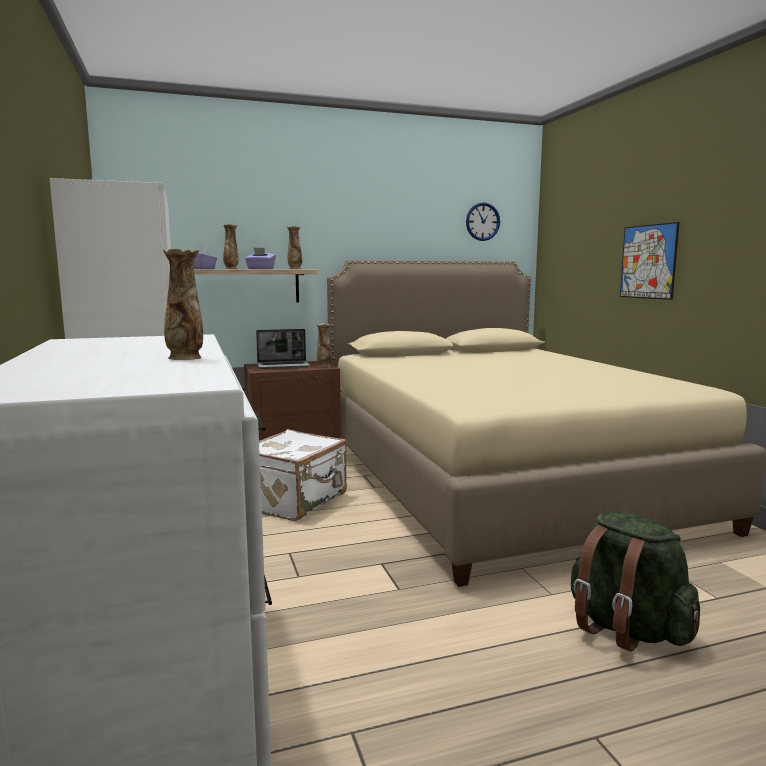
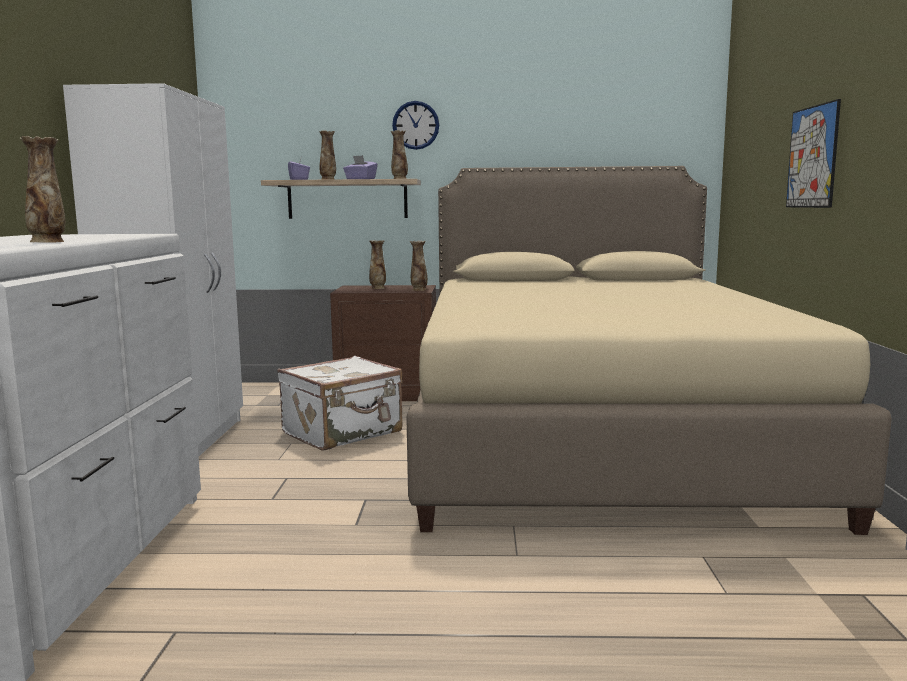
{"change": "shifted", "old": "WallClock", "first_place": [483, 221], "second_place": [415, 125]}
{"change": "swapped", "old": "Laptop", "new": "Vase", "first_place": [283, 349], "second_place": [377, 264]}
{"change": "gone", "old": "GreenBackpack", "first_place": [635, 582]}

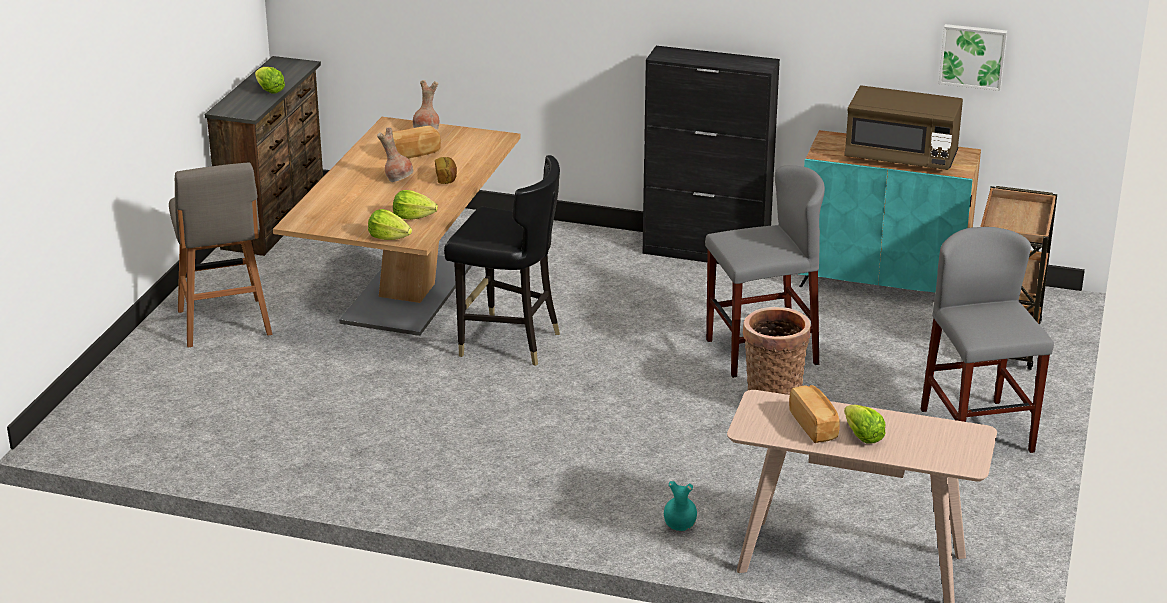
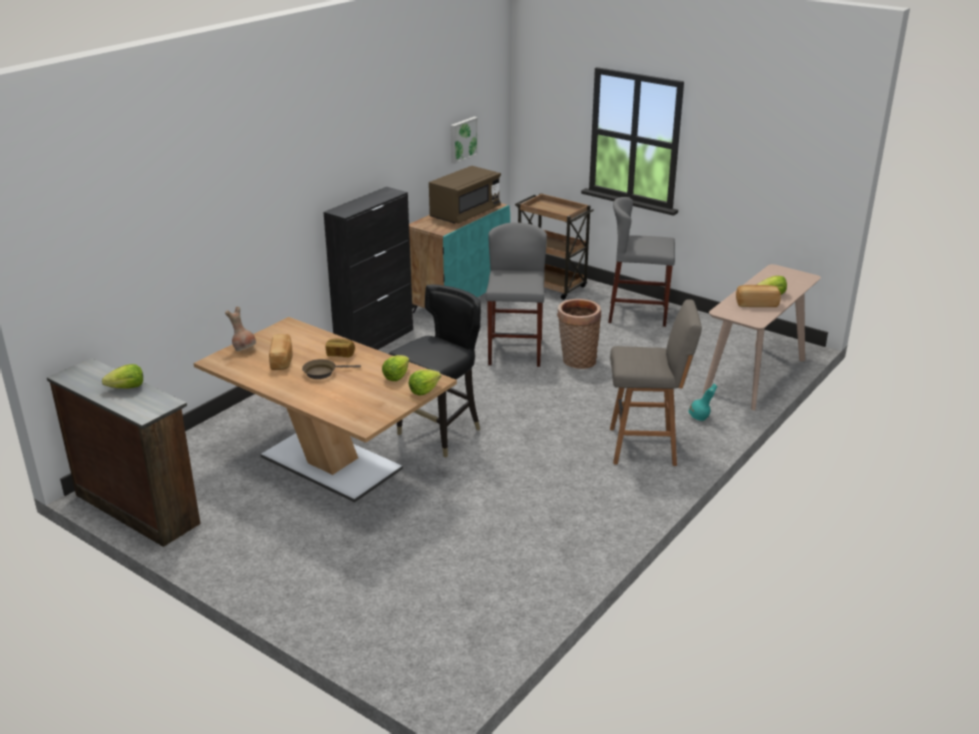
{"change": "swapped", "old": "BrownVase", "new": "BrownFryingPan", "first_place": [395, 154], "second_place": [331, 369]}
{"change": "shifted", "old": "GreyStool", "first_place": [220, 255], "second_place": [656, 382]}

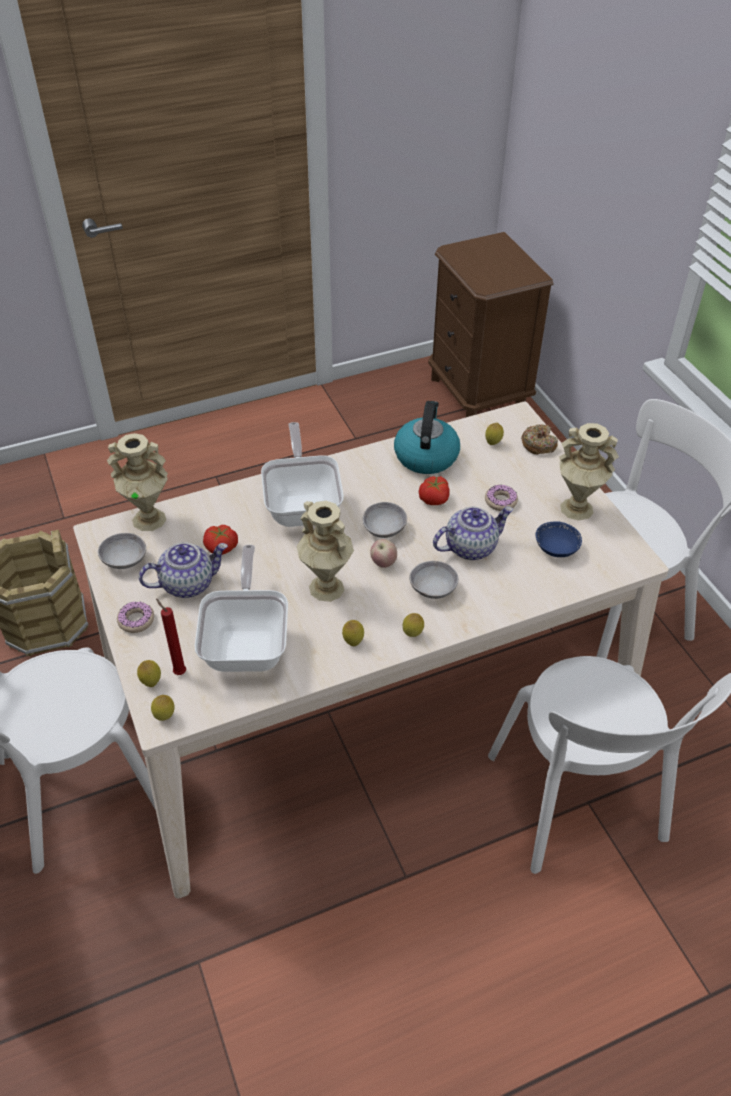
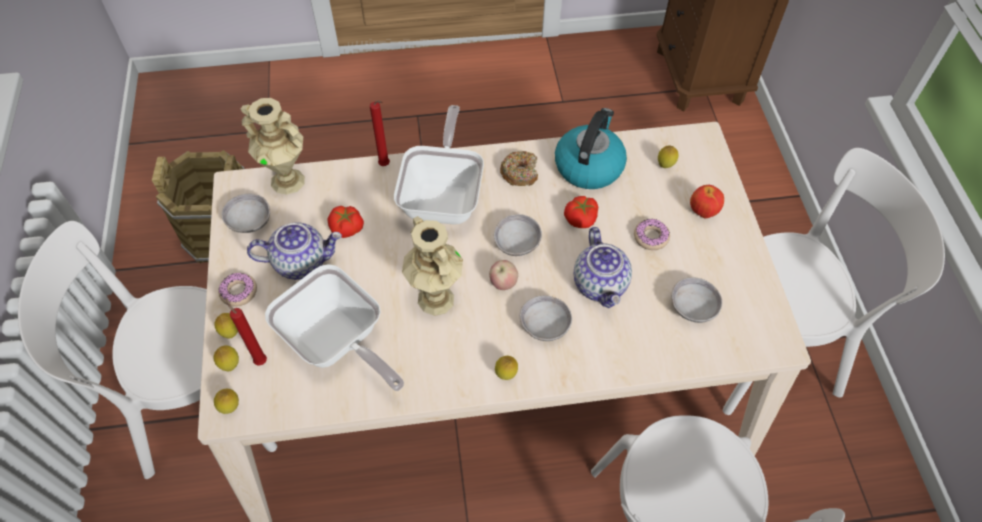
{"change": "gone", "old": "BeigeVase", "first_place": [589, 472]}
{"change": "shifted", "old": "Donut", "first_place": [539, 439], "second_place": [519, 168]}
{"change": "rotated", "old": "Teapot", "first_place": [473, 533], "second_place": [603, 267], "degrees": 90}
{"change": "repainted", "old": "BlueBowl", "new": "GreyBowl", "first_place": [559, 539], "second_place": [697, 300]}
{"change": "rotated", "old": "FryingPan", "first_place": [241, 608], "second_place": [334, 327], "degrees": 120}
{"change": "shifted", "old": "Lemon", "first_place": [353, 633], "second_place": [226, 326]}
{"change": "new", "new": "RedCandle", "second_place": [380, 133]}
{"change": "new", "new": "Apple", "second_place": [707, 202]}

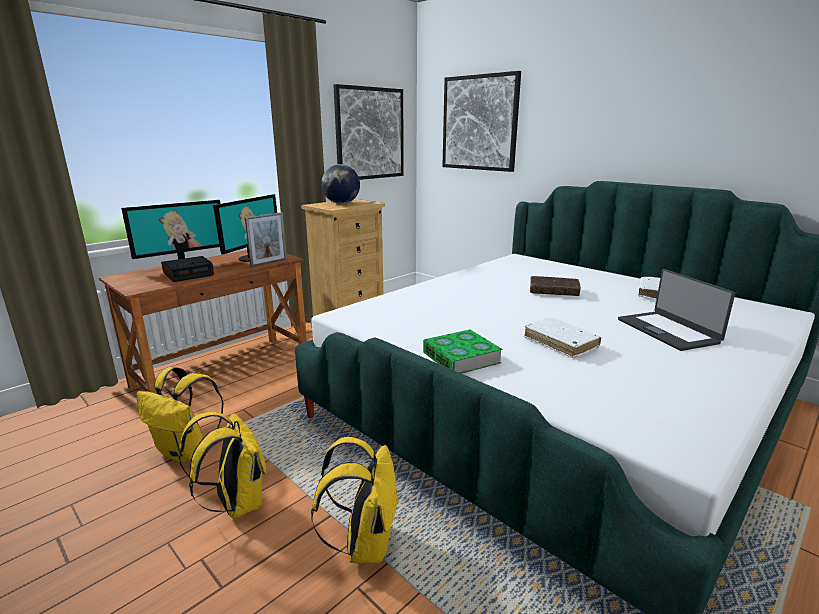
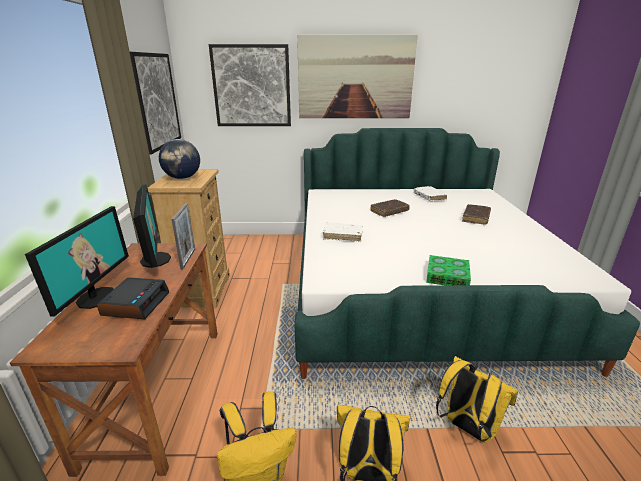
{"change": "swapped", "old": "Laptop", "new": "BrownBook", "first_place": [676, 310], "second_place": [476, 214]}
{"change": "shifted", "old": "WhiteBook", "first_place": [562, 337], "second_place": [343, 232]}
{"change": "new", "new": "Picture", "second_place": [357, 76]}

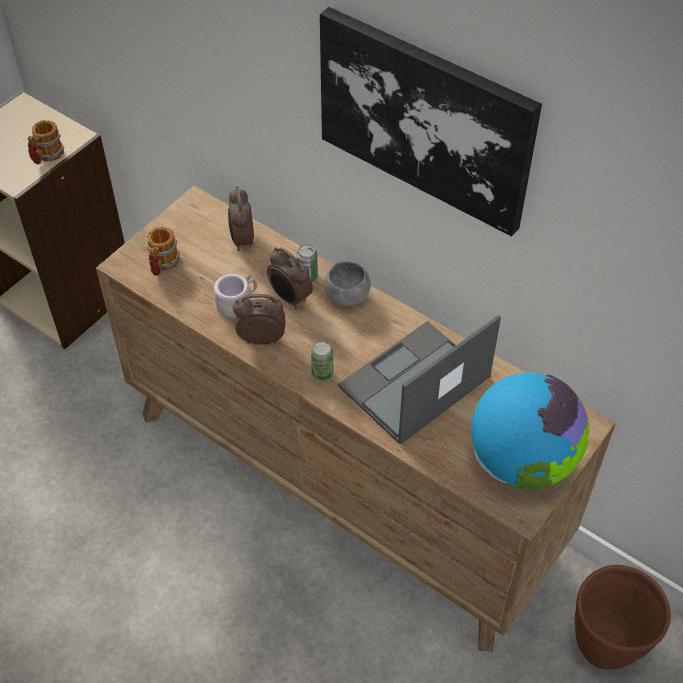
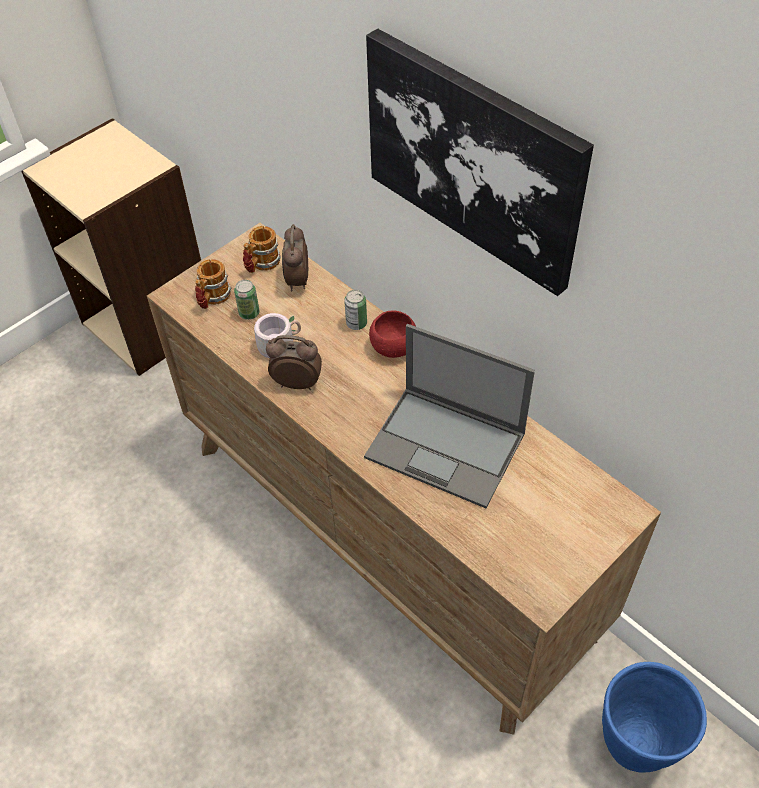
{"change": "shifted", "old": "Mug", "first_place": [46, 142], "second_place": [262, 249]}
{"change": "gone", "old": "AlarmClock", "first_place": [290, 278]}
{"change": "repainted", "old": "GreyBowl", "new": "RedBowl", "first_place": [347, 283], "second_place": [392, 334]}
{"change": "rotated", "old": "Laptop", "first_place": [419, 380], "second_place": [449, 416], "degrees": -120}
{"change": "shifted", "old": "Can", "first_place": [322, 361], "second_place": [247, 300]}
{"change": "gone", "old": "Globe", "first_place": [530, 431]}
{"change": "repainted", "old": "BrownPlanter", "new": "BluePlanter", "first_place": [623, 617], "second_place": [654, 717]}

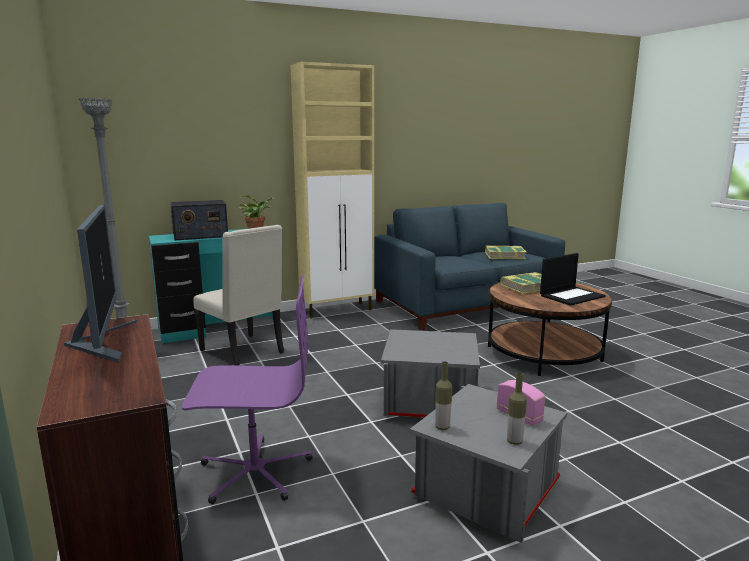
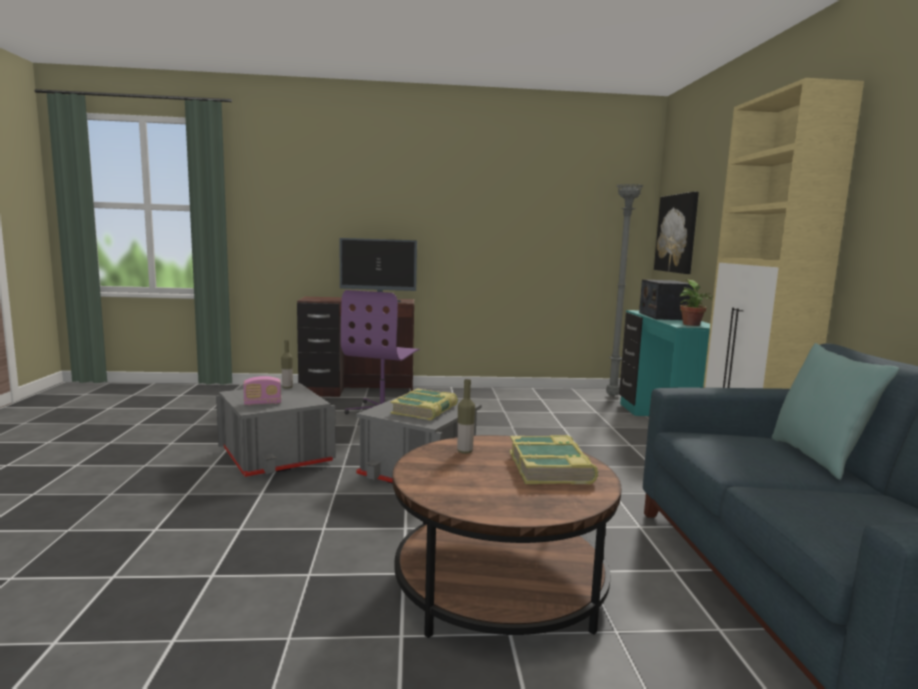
{"change": "gone", "old": "BeigeChair", "first_place": [238, 295]}
{"change": "shifted", "old": "Book", "first_place": [506, 252], "second_place": [424, 404]}
{"change": "gone", "old": "Laptop", "first_place": [573, 279]}
{"change": "shifted", "old": "Bottle", "first_place": [517, 409], "second_place": [466, 416]}
{"change": "new", "new": "Picture", "second_place": [676, 233]}
{"change": "new", "new": "TurquoisePillow", "second_place": [835, 411]}

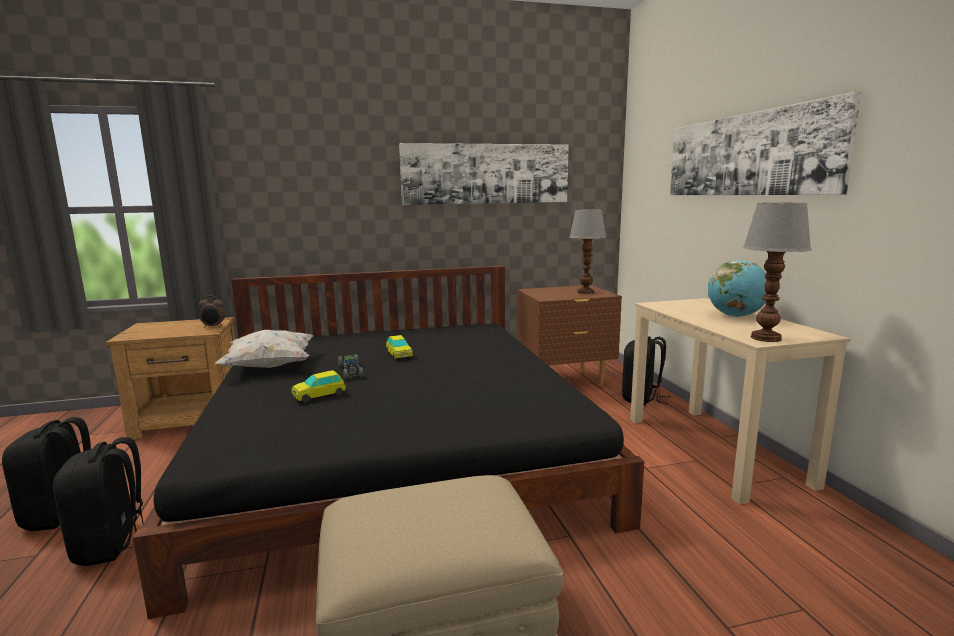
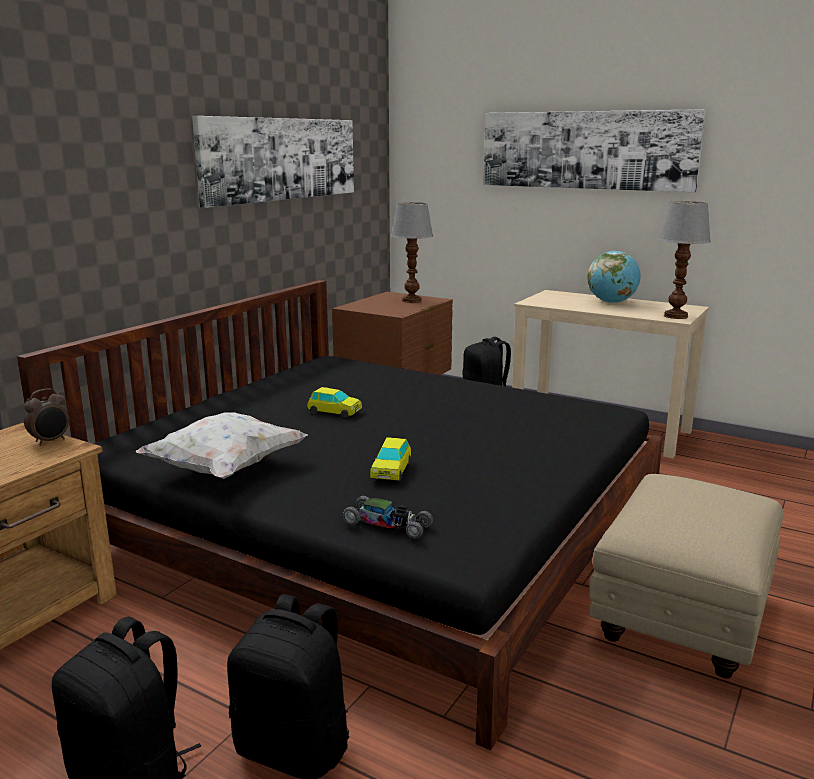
{"change": "shifted", "old": "ToyCar", "first_place": [350, 366], "second_place": [387, 517]}

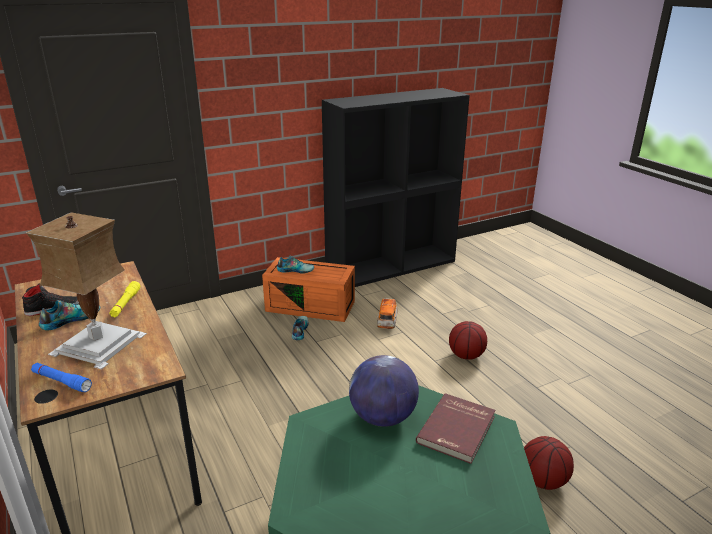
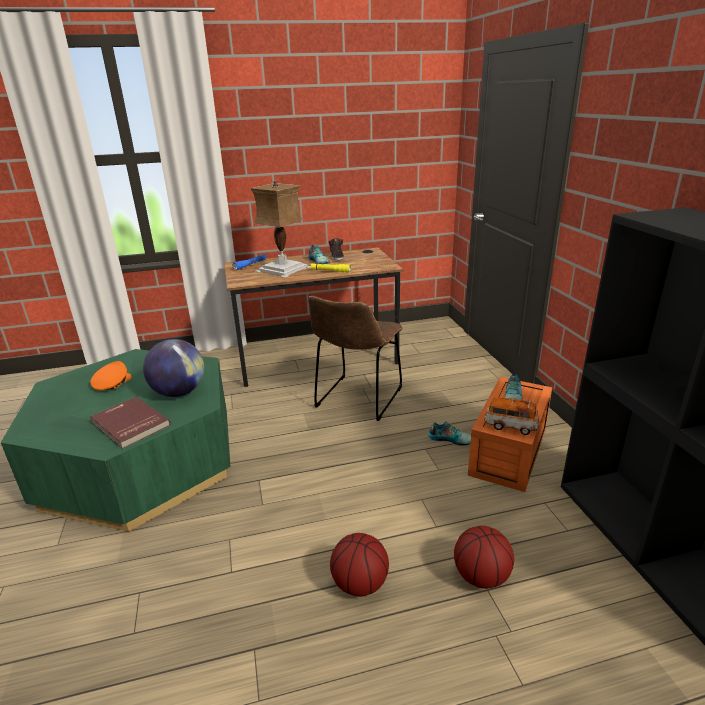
{"change": "shifted", "old": "ToyCar", "first_place": [387, 313], "second_place": [511, 416]}
{"change": "shifted", "old": "Basketball", "first_place": [549, 463], "second_place": [484, 557]}
{"change": "new", "new": "BrownChair", "second_place": [355, 358]}
{"change": "new", "new": "OrangeCap", "second_place": [111, 376]}

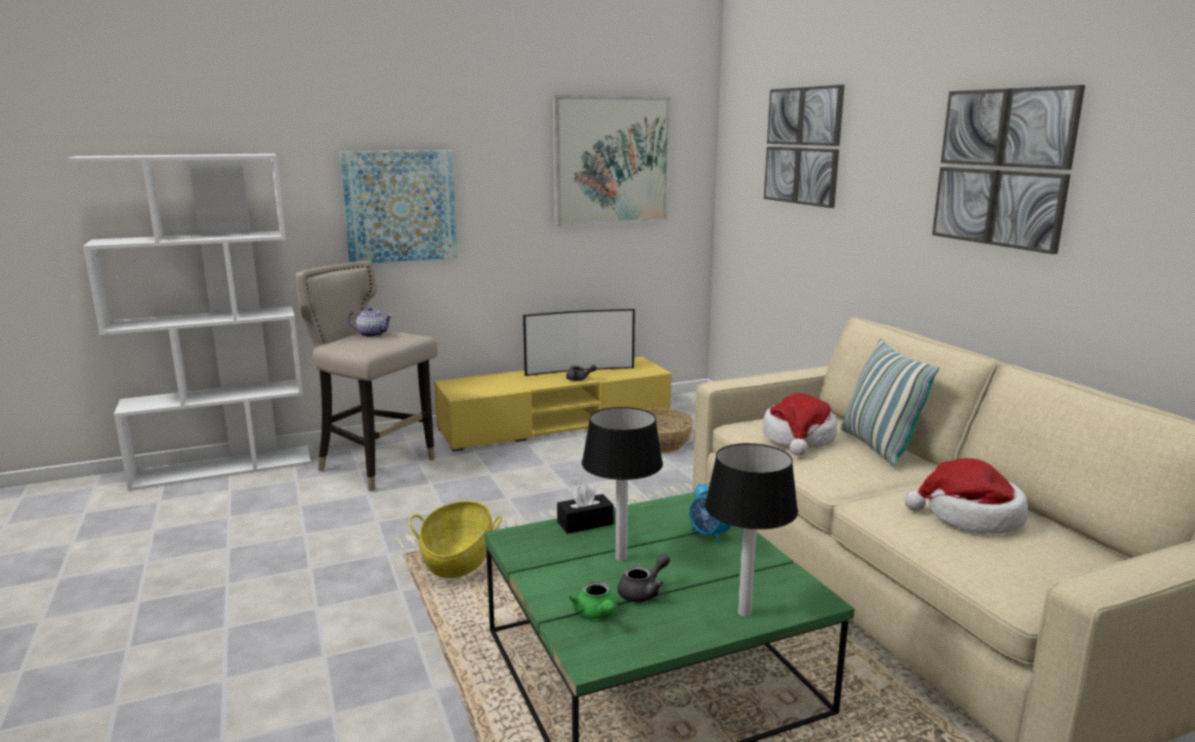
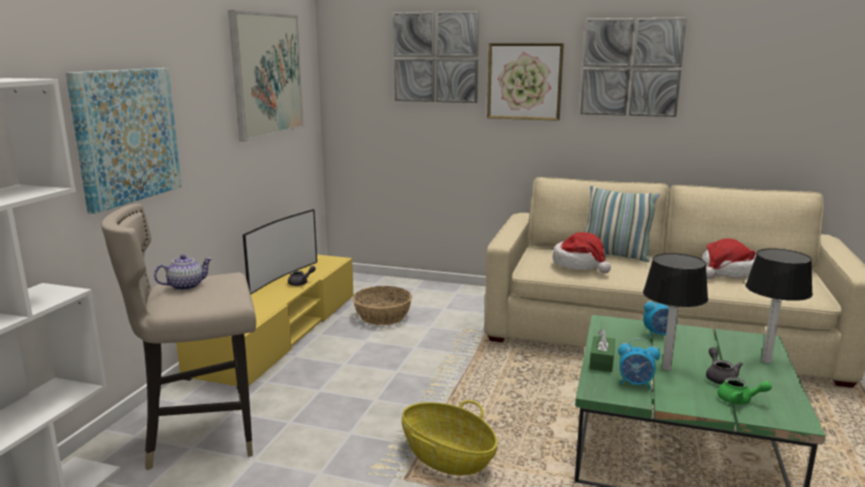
{"change": "repainted", "old": "BlackTissueBox", "new": "GreenTissueBox", "first_place": [585, 508], "second_place": [602, 350]}
{"change": "new", "new": "Picture", "second_place": [525, 82]}
{"change": "new", "new": "AlarmClock", "second_place": [639, 363]}

